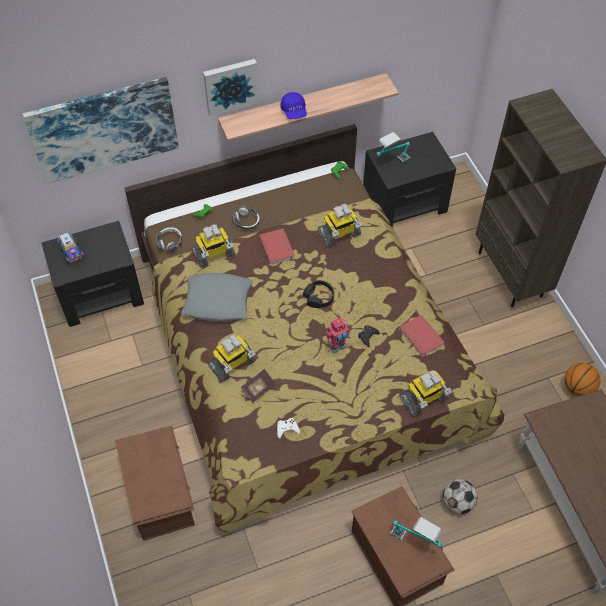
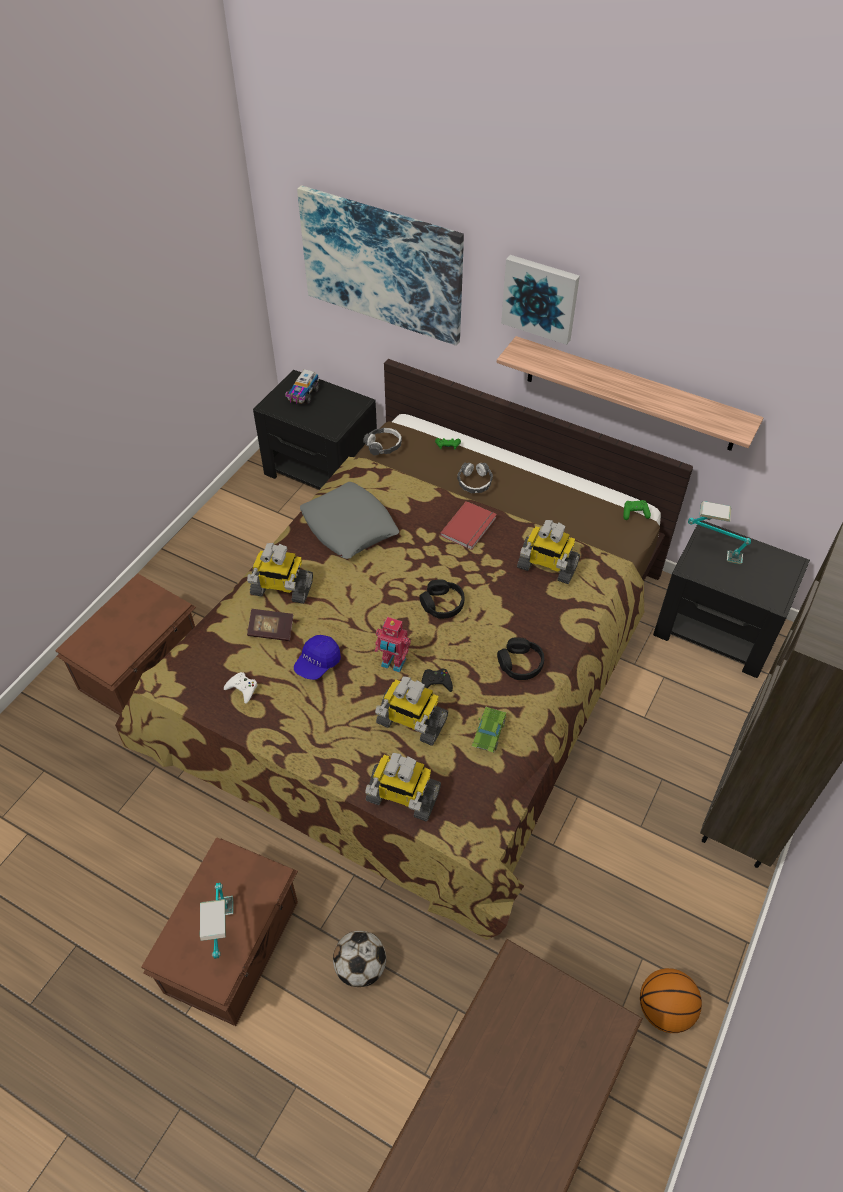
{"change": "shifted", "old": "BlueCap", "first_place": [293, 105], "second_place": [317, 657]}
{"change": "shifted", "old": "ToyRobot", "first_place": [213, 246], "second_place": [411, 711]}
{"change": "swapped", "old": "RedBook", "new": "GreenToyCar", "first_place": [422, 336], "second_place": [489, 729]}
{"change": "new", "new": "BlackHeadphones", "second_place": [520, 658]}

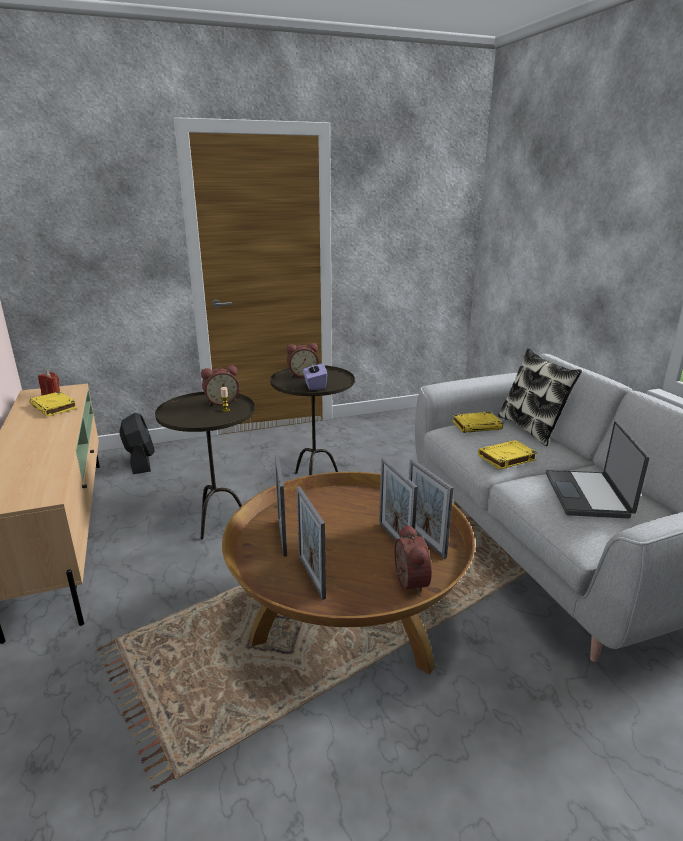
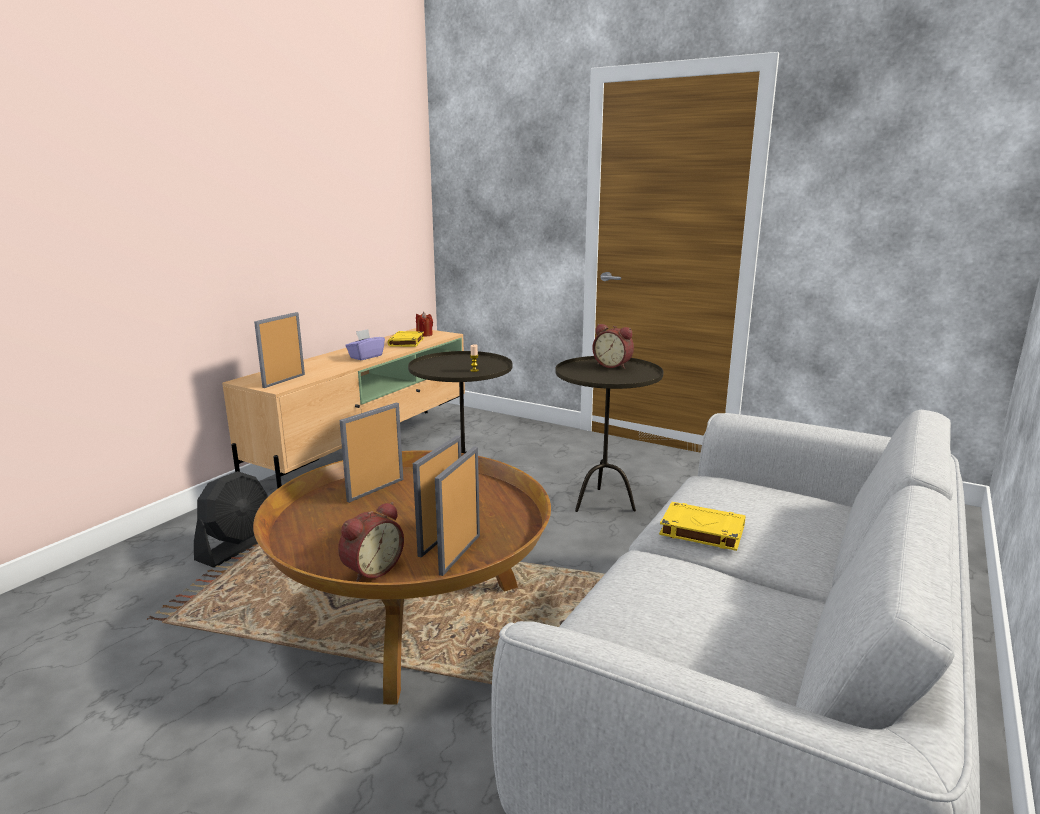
{"change": "gone", "old": "Pillow", "first_place": [540, 397]}
{"change": "shifted", "old": "PurpleTissueBox", "first_place": [315, 374], "second_place": [365, 344]}
{"change": "gone", "old": "AlarmClock", "first_place": [220, 385]}
{"change": "gone", "old": "YellowBook", "first_place": [477, 422]}
{"change": "shifted", "old": "BlackFan", "first_place": [137, 443], "second_place": [231, 519]}
{"change": "gone", "old": "Laptop", "first_place": [598, 470]}
{"change": "shifted", "old": "PictureFrame", "first_place": [311, 543], "second_place": [279, 350]}

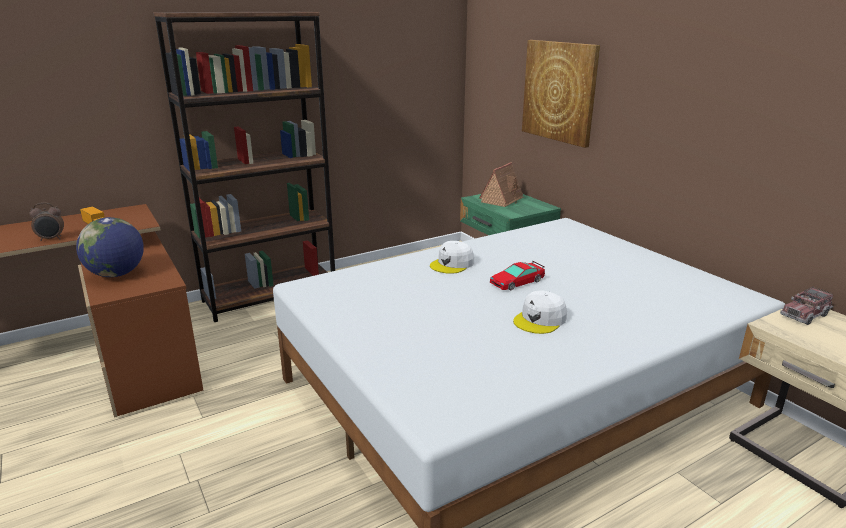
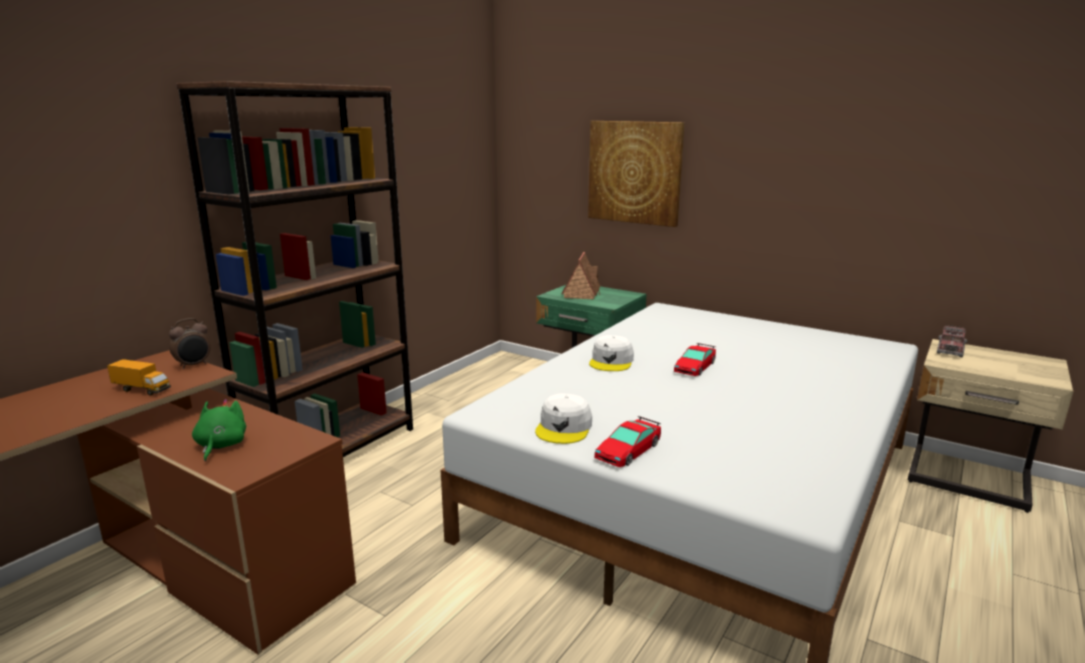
{"change": "shifted", "old": "AlarmClock", "first_place": [47, 222], "second_place": [190, 343]}
{"change": "swapped", "old": "Globe", "new": "GreenPlushToy", "first_place": [110, 247], "second_place": [219, 430]}
{"change": "shifted", "old": "WhiteCap", "first_place": [540, 312], "second_place": [563, 419]}
{"change": "new", "new": "ToyCar", "second_place": [627, 441]}

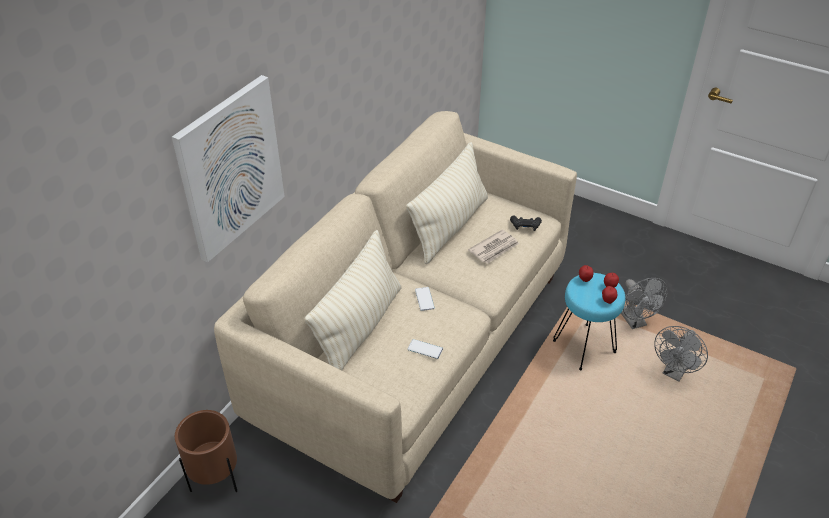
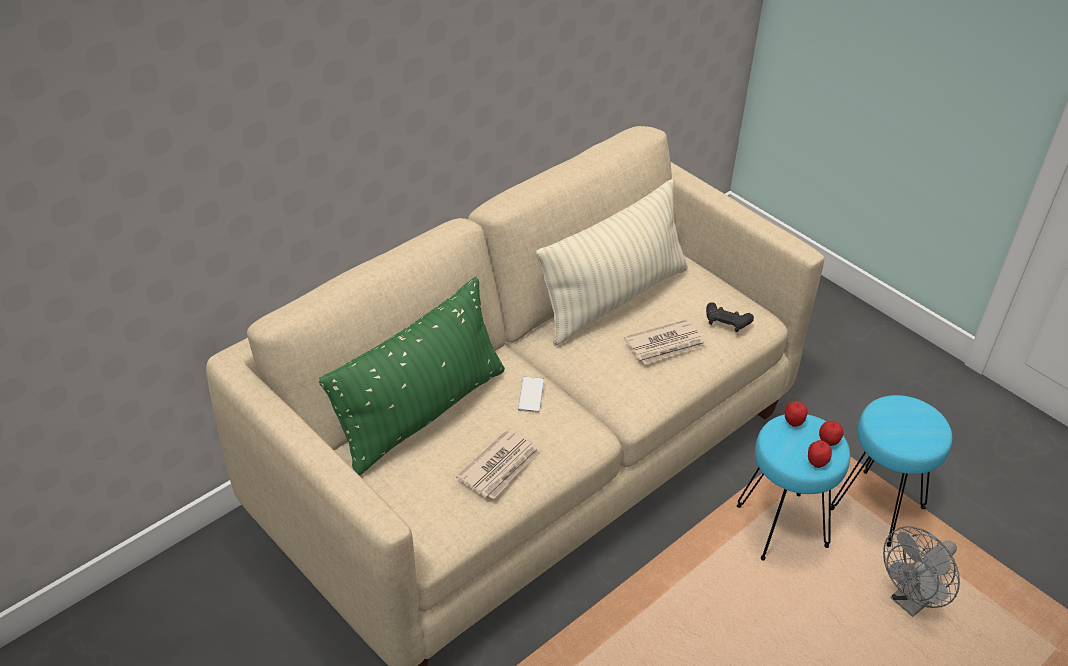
{"change": "gone", "old": "Picture", "first_place": [228, 168]}
{"change": "repainted", "old": "BeigePillow", "new": "GreenPillow", "first_place": [352, 300], "second_place": [412, 376]}
{"change": "swapped", "old": "GreyFan", "new": "TurquoiseStool", "first_place": [644, 303], "second_place": [891, 471]}
{"change": "swapped", "old": "Phone", "new": "Newspaper", "first_place": [425, 349], "second_place": [498, 464]}
{"change": "gone", "old": "BrownPlanter", "first_place": [206, 451]}

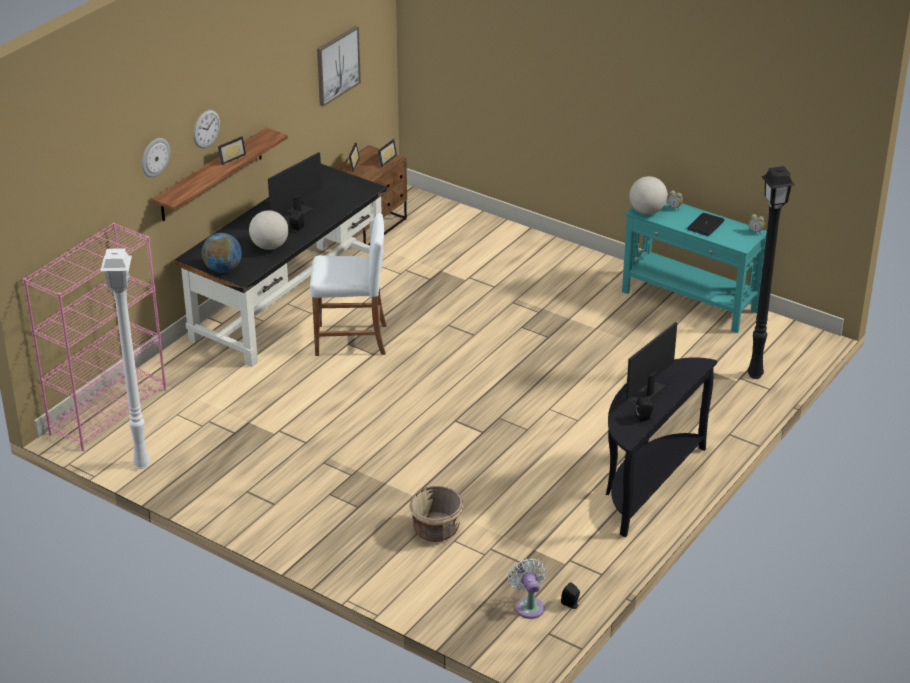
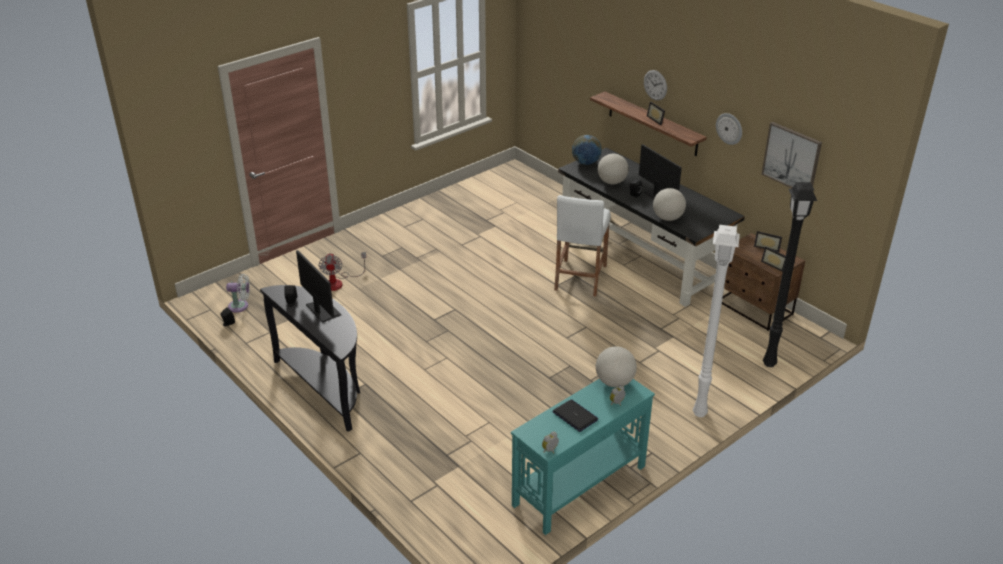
{"change": "shifted", "old": "WallClock", "first_place": [156, 157], "second_place": [729, 129]}
{"change": "shifted", "old": "BlackFloorLamp", "first_place": [771, 272], "second_place": [790, 274]}
{"change": "gone", "old": "PinkBookcase", "first_place": [94, 337]}
{"change": "shifted", "old": "WhiteFloorLamp", "first_place": [125, 358], "second_place": [716, 321]}
{"change": "swapped", "old": "BeigePlanter", "new": "Fan", "first_place": [436, 514], "second_place": [342, 271]}
{"change": "new", "new": "Globe", "second_place": [669, 204]}

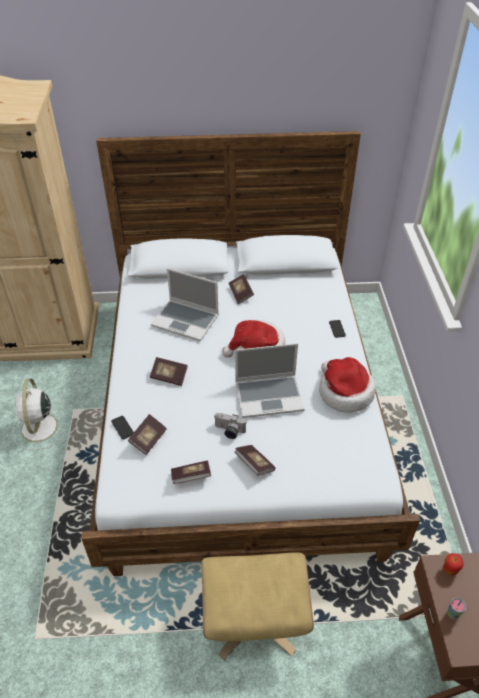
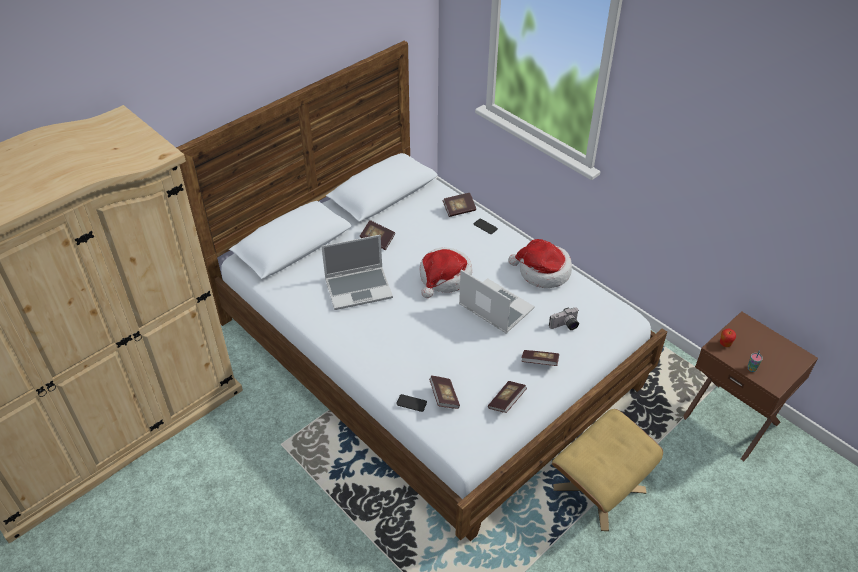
{"change": "rotated", "old": "Laptop", "first_place": [270, 380], "second_place": [497, 301], "degrees": -90}
{"change": "shifted", "old": "Book", "first_place": [169, 371], "second_place": [459, 205]}
{"change": "gone", "old": "WhiteFan", "first_place": [39, 414]}
{"change": "shifted", "old": "PhotoCamera", "first_place": [230, 426], "second_place": [564, 318]}

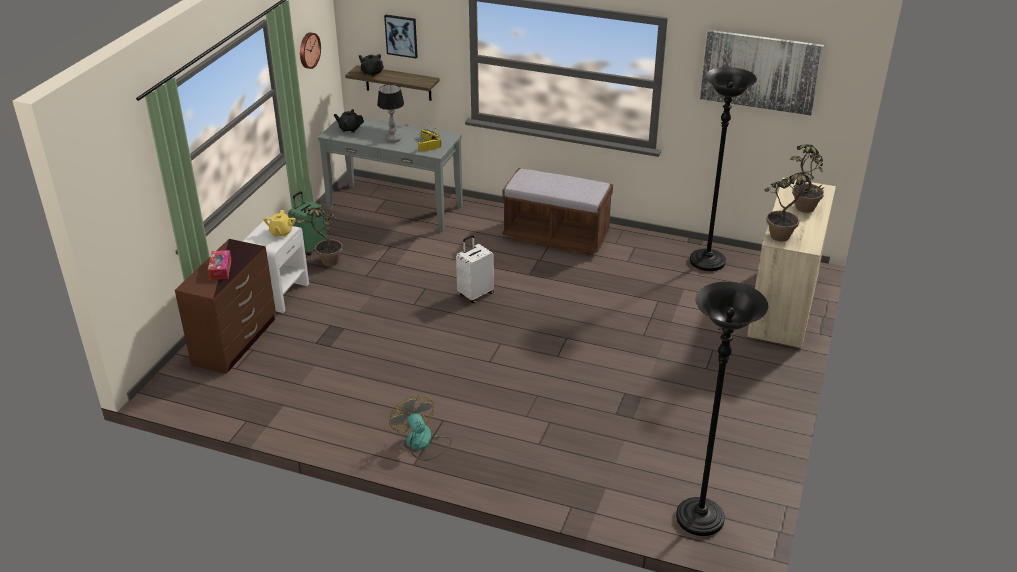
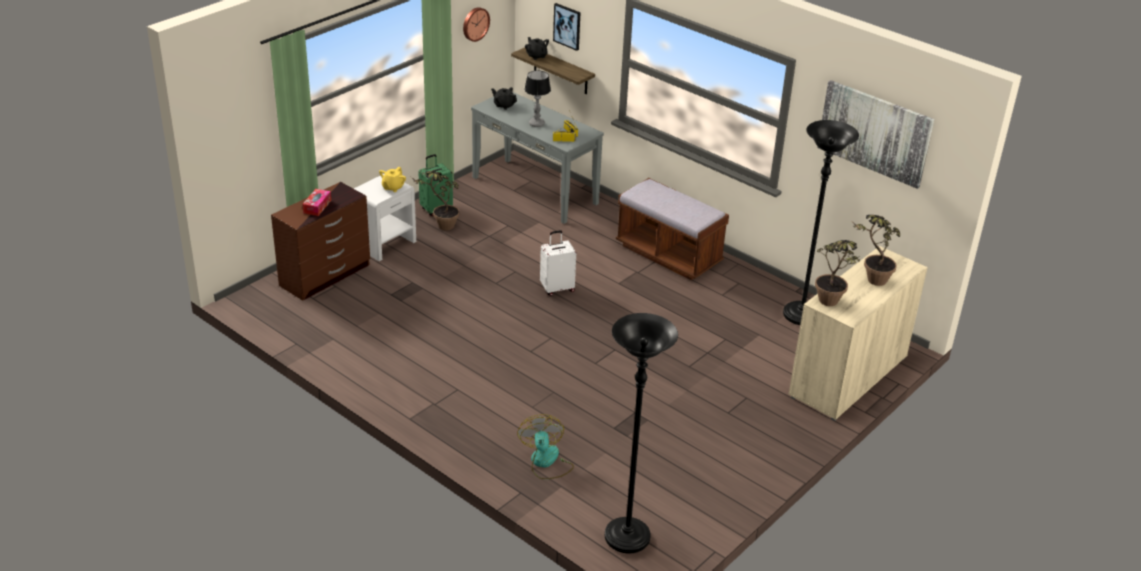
{"change": "shifted", "old": "Fan", "first_place": [420, 428], "second_place": [545, 446]}

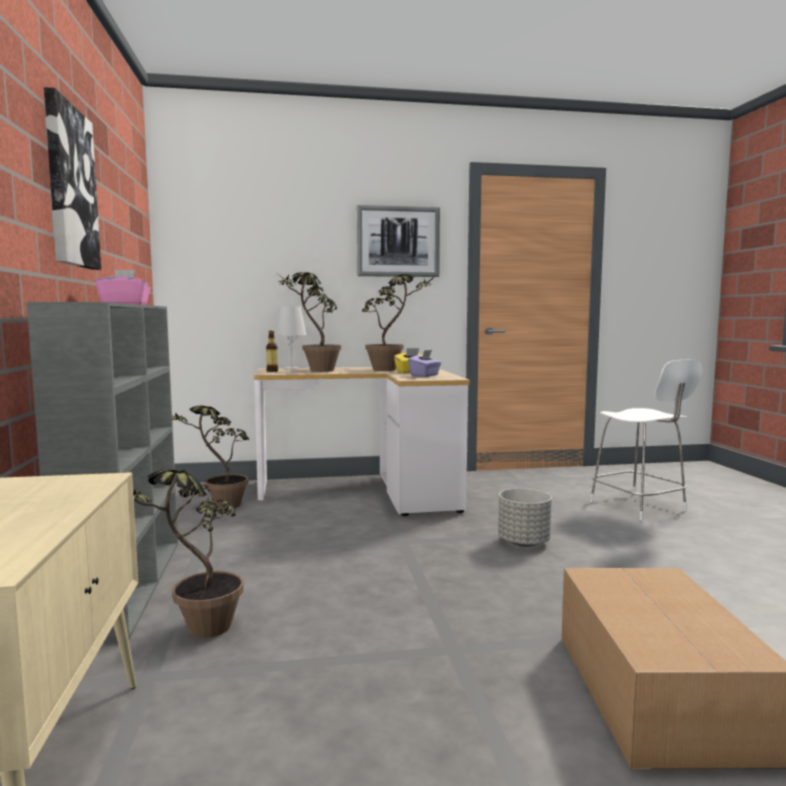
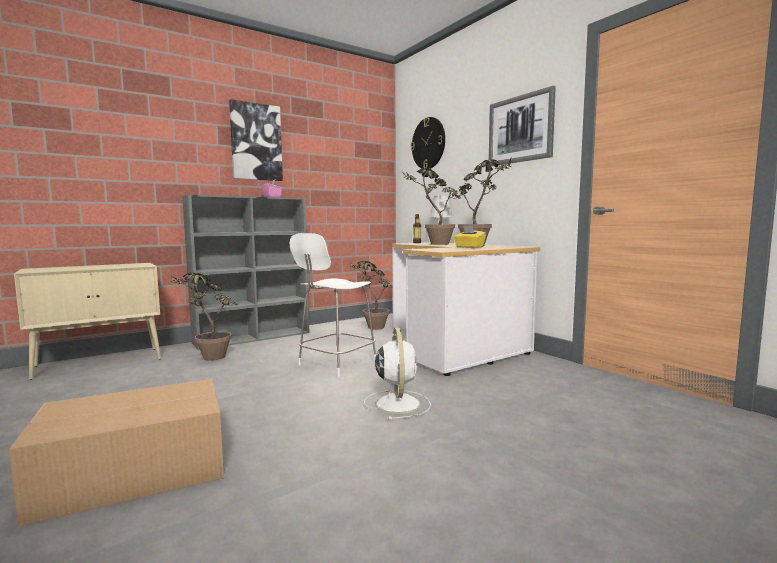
{"change": "gone", "old": "PurpleTissueBox", "first_place": [424, 363]}
{"change": "shifted", "old": "WhiteChair", "first_place": [646, 440], "second_place": [332, 304]}
{"change": "swapped", "old": "GreyPlanter", "new": "WhiteFan", "first_place": [525, 517], "second_place": [397, 374]}
{"change": "new", "new": "WallClock", "second_place": [428, 143]}

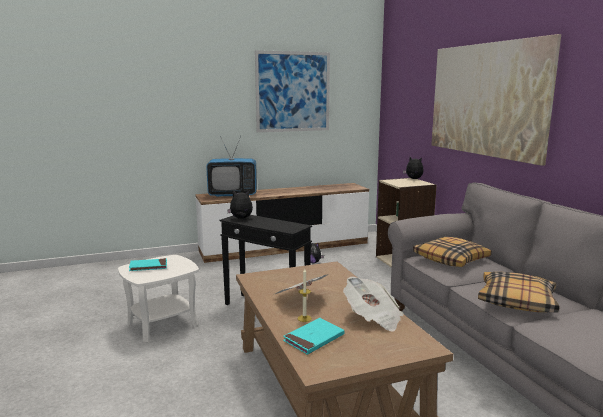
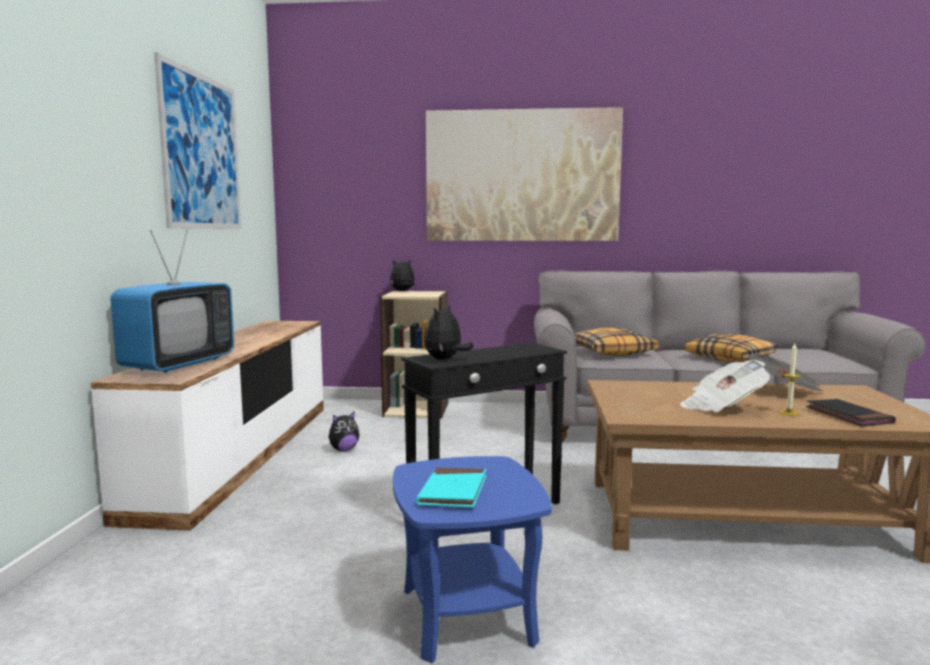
{"change": "repainted", "old": "WhiteSideTable", "new": "BlueSideTable", "first_place": [158, 298], "second_place": [472, 559]}
{"change": "repainted", "old": "TurquoiseBook", "new": "BlackBook", "first_place": [313, 336], "second_place": [851, 412]}

